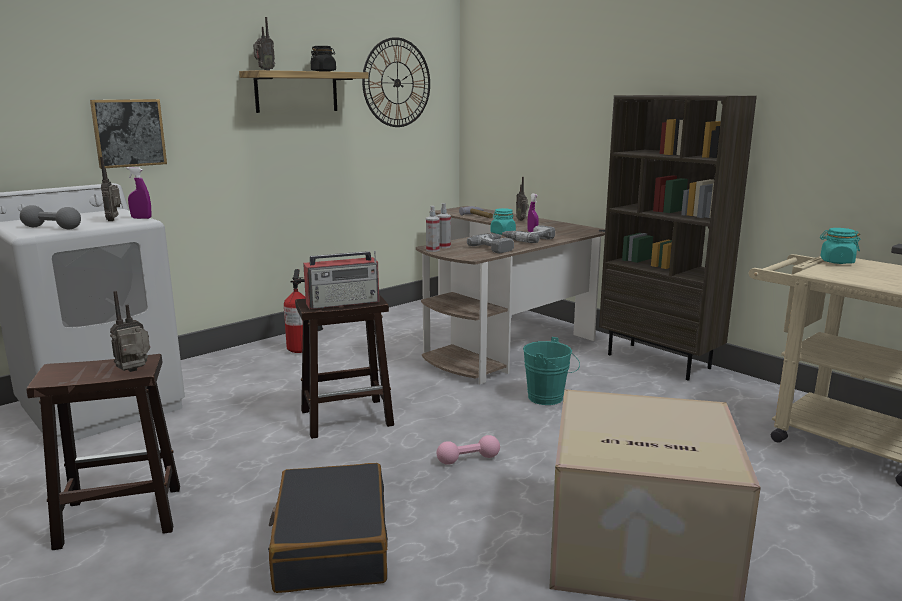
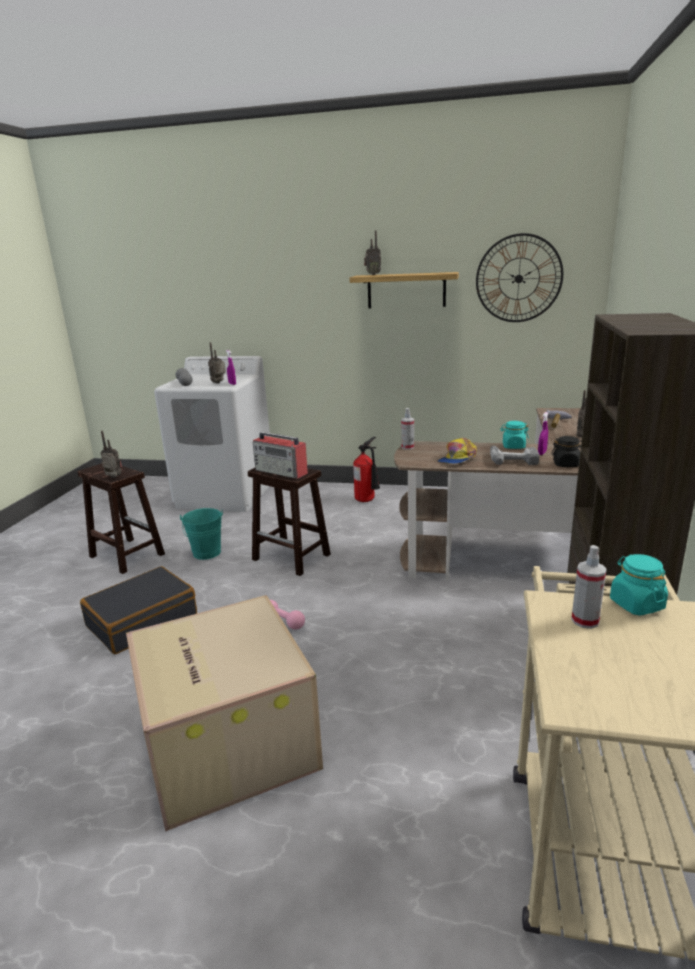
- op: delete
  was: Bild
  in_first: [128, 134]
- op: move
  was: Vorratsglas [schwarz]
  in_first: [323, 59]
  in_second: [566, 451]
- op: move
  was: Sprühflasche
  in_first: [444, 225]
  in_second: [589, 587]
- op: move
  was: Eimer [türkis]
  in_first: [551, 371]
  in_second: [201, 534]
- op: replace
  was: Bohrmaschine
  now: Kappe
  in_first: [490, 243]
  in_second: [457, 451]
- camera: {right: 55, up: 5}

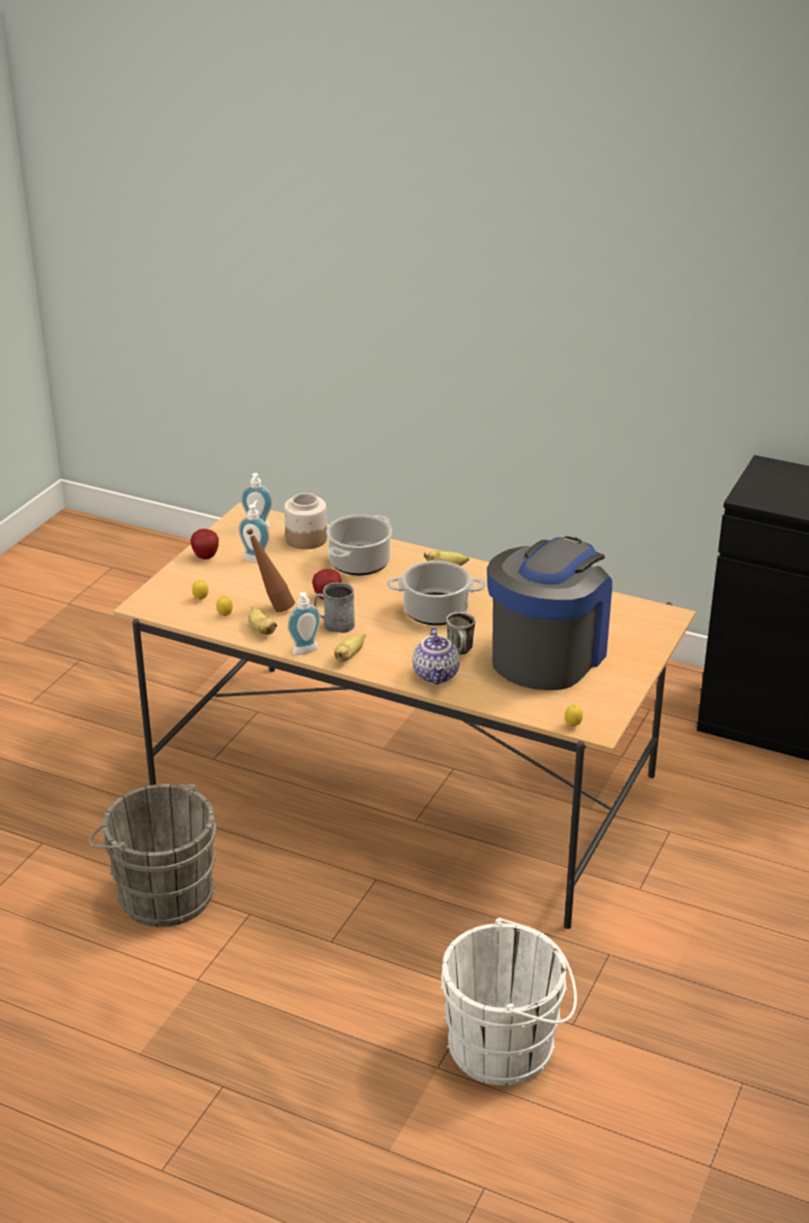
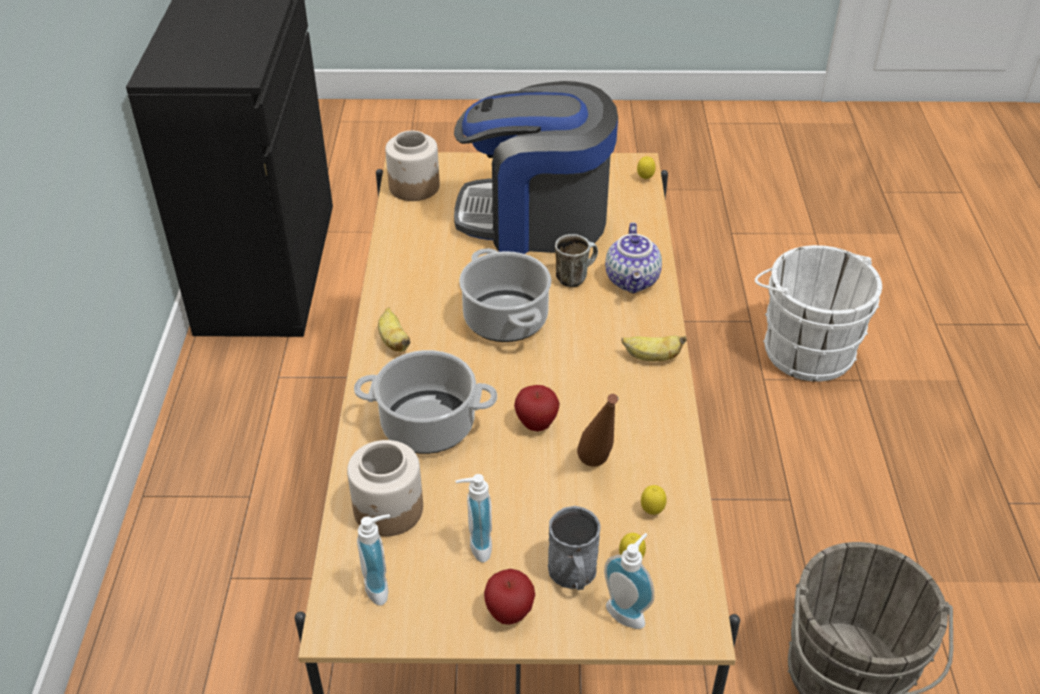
- op: delete
  was: Banane
  in_first: [262, 620]
- op: insert
  now: Vorratsglas
  in_second: [412, 166]
- op: move
  was: Seifenspender
  in_first: [304, 623]
  in_second: [629, 581]
- op: move
  was: Henkelbecher [grau]
  in_first: [334, 608]
  in_second: [574, 548]
- op: rotate
  was: Teekanne
  in_first: [436, 655]
  in_second: [633, 258]
  clockwise: 120
- camera: {right: -115, up: 10}

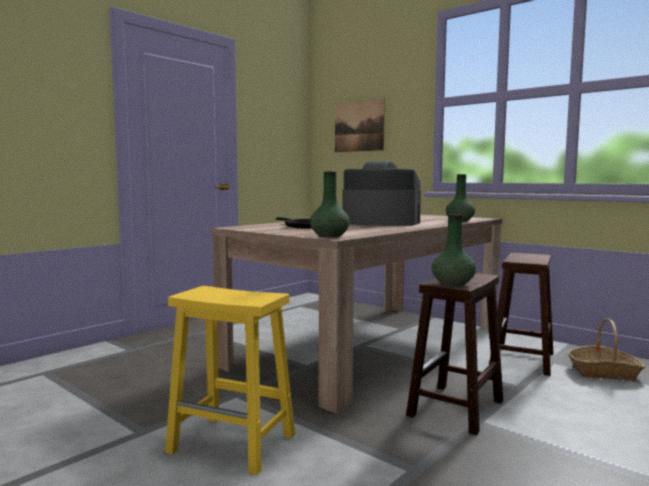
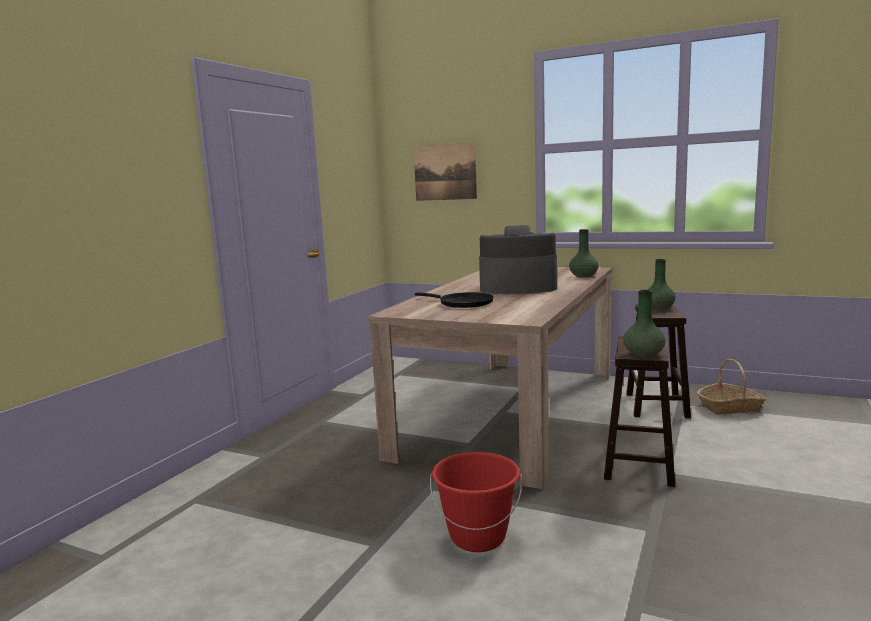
- op: move
  was: Vase [grün]
  in_first: [330, 204]
  in_second: [661, 284]
- op: replace
  was: Hocker [gelb]
  now: Eimer [rot]
  in_first: [230, 380]
  in_second: [476, 502]
- camera: {right: -15, up: 5}

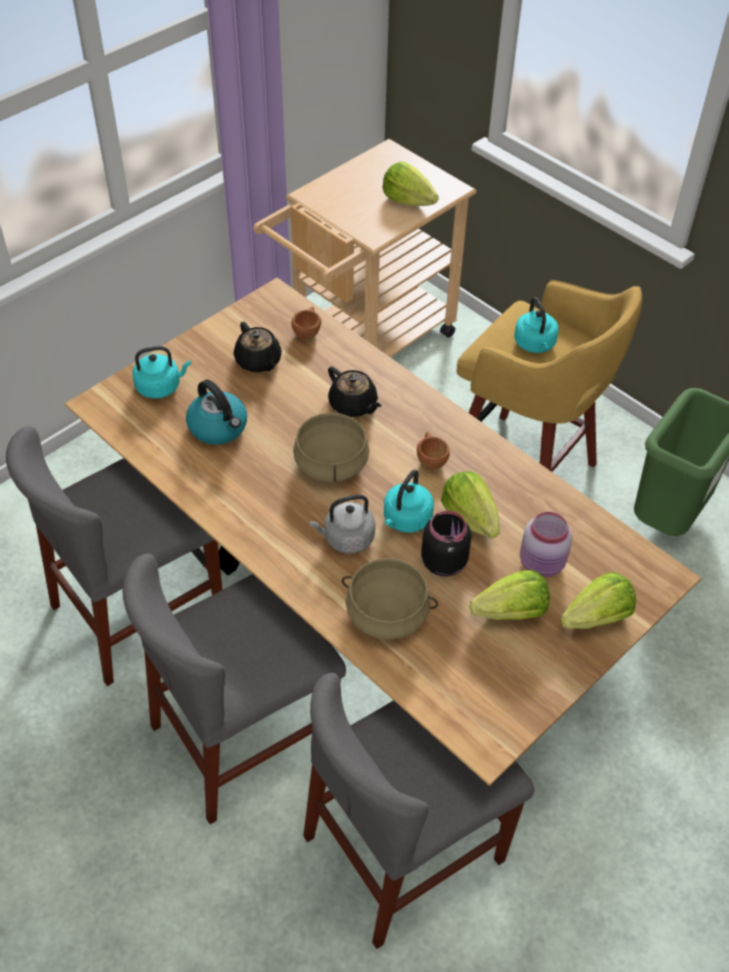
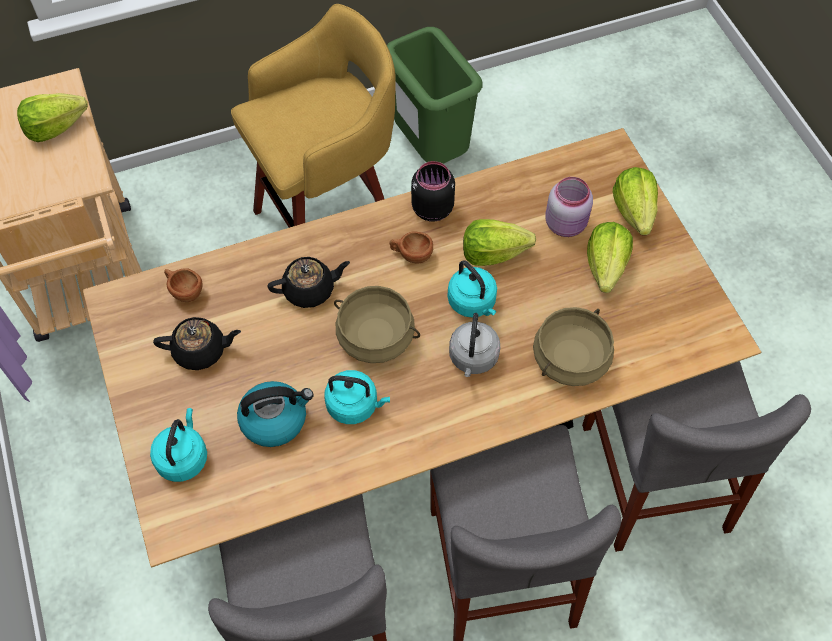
- op: move
  was: Vorratsglas [schwarz]
  in_first: [446, 544]
  in_second: [433, 191]
- op: move
  was: Wasserkessel [türkis]
  in_first: [536, 325]
  in_second: [357, 397]
- camera: {right: -65, up: 10}

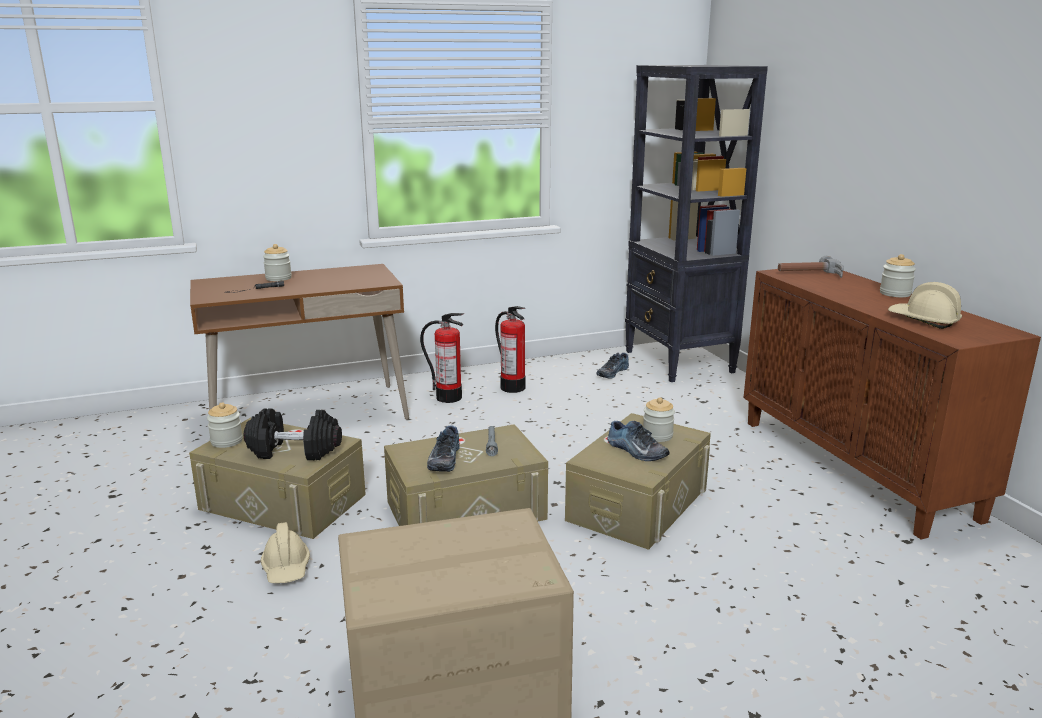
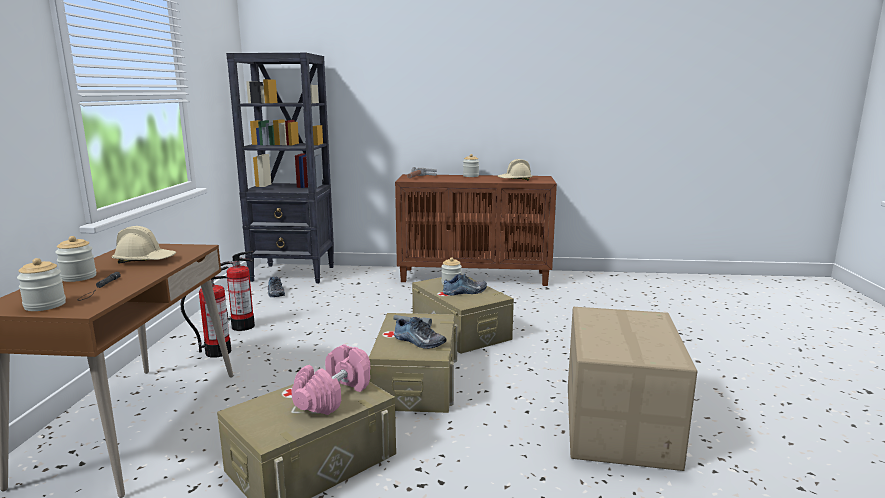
- op: move
  was: Vorratsglas
  in_first: [225, 425]
  in_second: [41, 284]
- op: move
  was: Schutzhelm [beige]
  in_first: [285, 552]
  in_second: [144, 244]
- op: recolor
  was: Hantel [schwarz]
  now: Hantel [rosa]
  in_first: [293, 434]
  in_second: [330, 379]
- camera: {right: -65, up: -5}

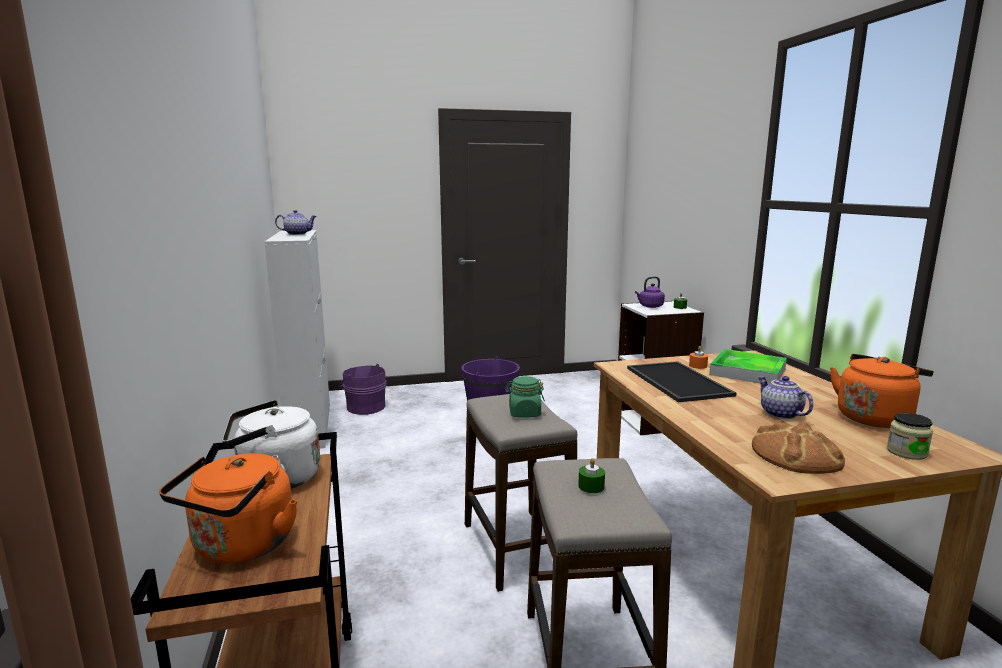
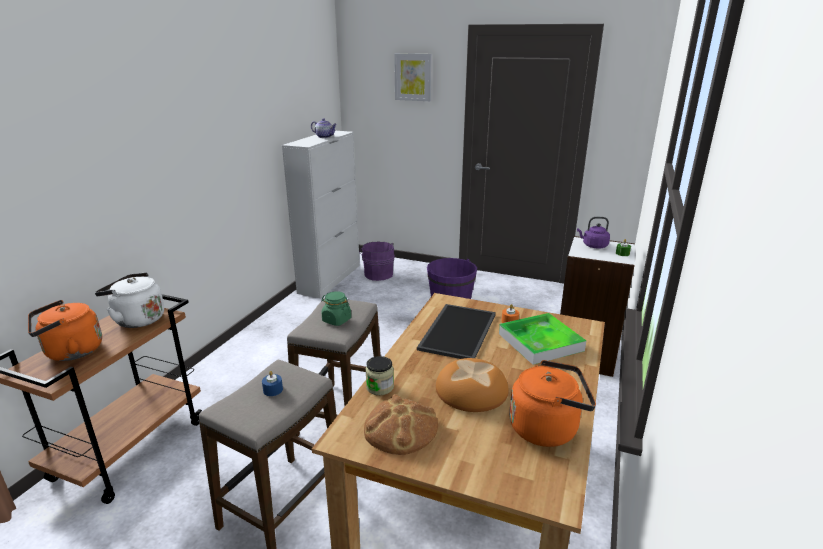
- op: insert
  now: Bild
  in_second: [413, 77]
- op: move
  was: Vorratsglas
  in_first: [910, 436]
  in_second: [379, 375]
- op: replace
  was: Teekanne
  now: Brot
  in_first: [785, 397]
  in_second: [472, 385]
- op: recolor
  was: Kerze [grün]
  now: Kerze [blau]
  in_first: [591, 475]
  in_second: [272, 383]
- camera: {right: 35, up: 10}

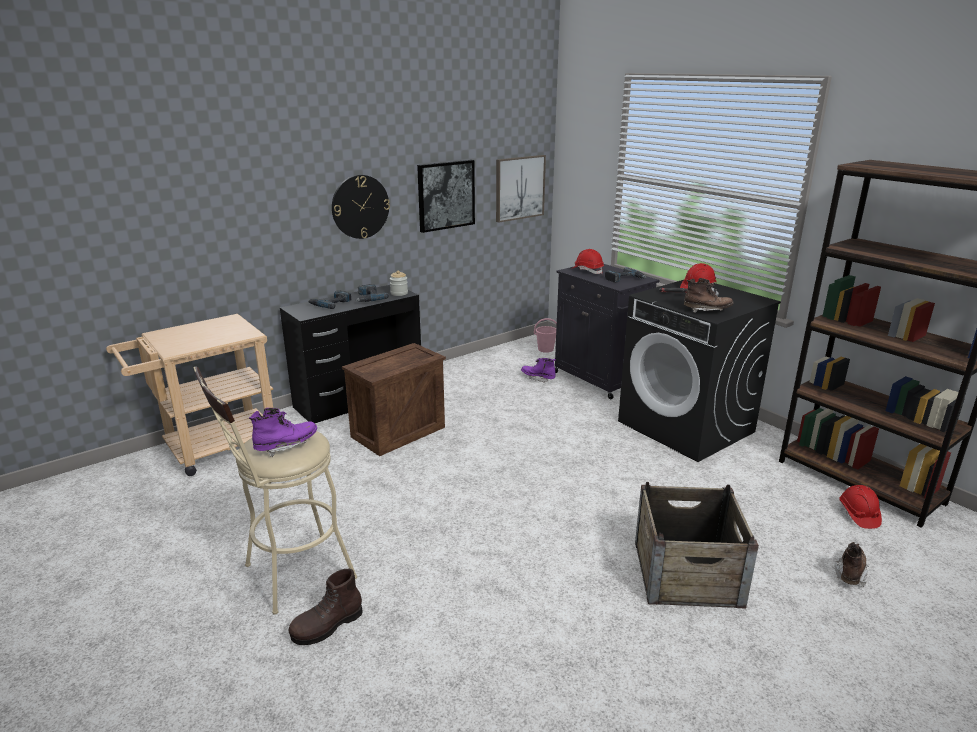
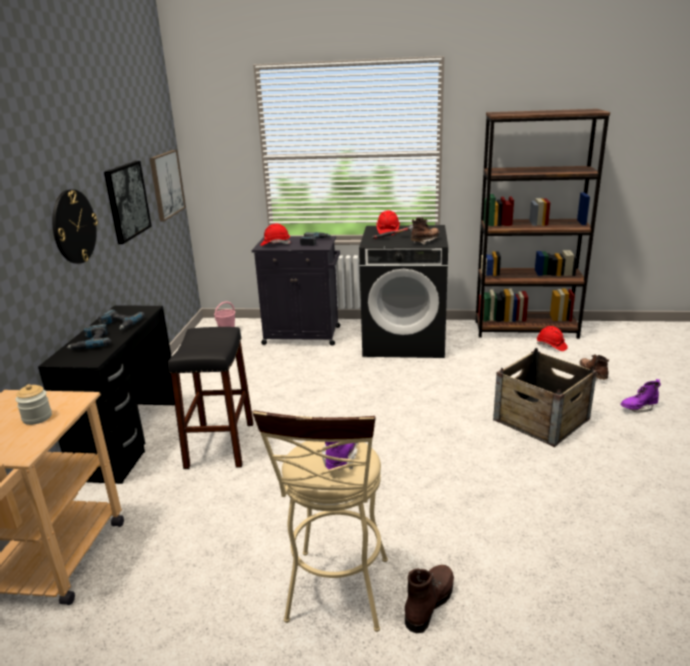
- op: move
  was: Vorratsglas
  in_first: [399, 283]
  in_second: [34, 404]
- op: move
  was: Stiefel [lila]
  in_first: [538, 370]
  in_second: [640, 396]
- op: replace
  was: Kiste
  now: Hocker [schwarz]
  in_first: [394, 399]
  in_second: [210, 398]
- op: rotate
  was: Stiefel [braun]
  in_first: [325, 607]
  in_second: [429, 599]
  clockwise: -150
- camera: {right: -45, up: 0}

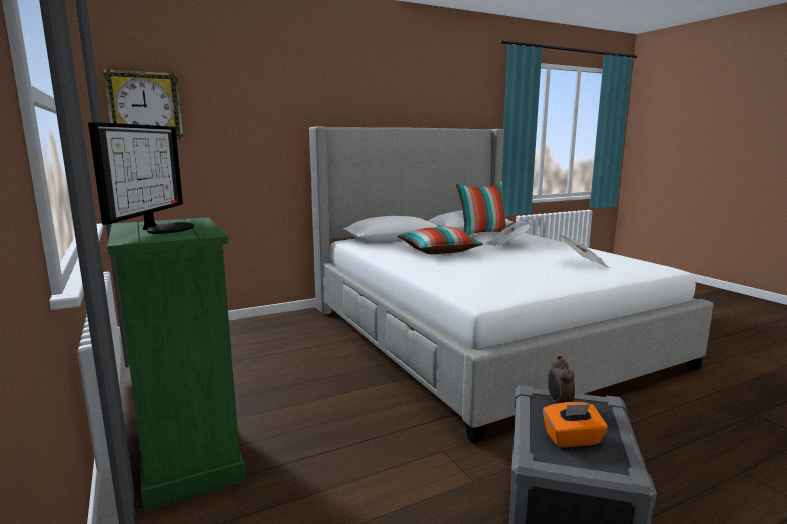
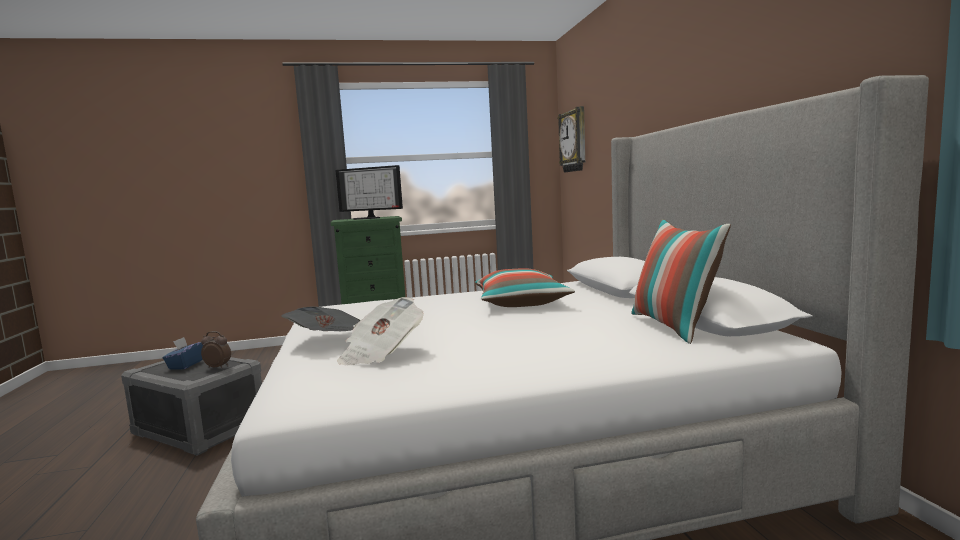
- op: move
  was: Zeitung
  in_first: [508, 233]
  in_second: [320, 318]
- op: recolor
  was: Taschentuchbox [orange]
  now: Taschentuchbox [blau]
  in_first: [575, 424]
  in_second: [183, 353]
- camera: {right: 105, up: -5}

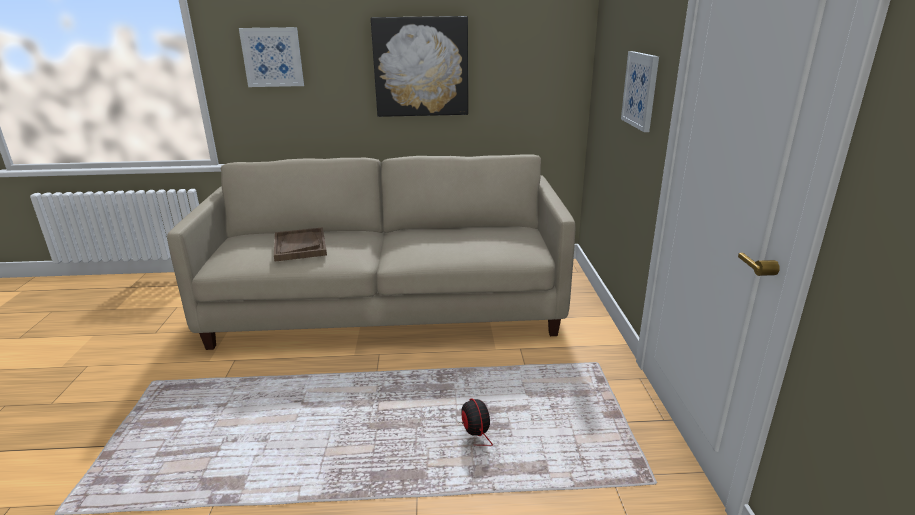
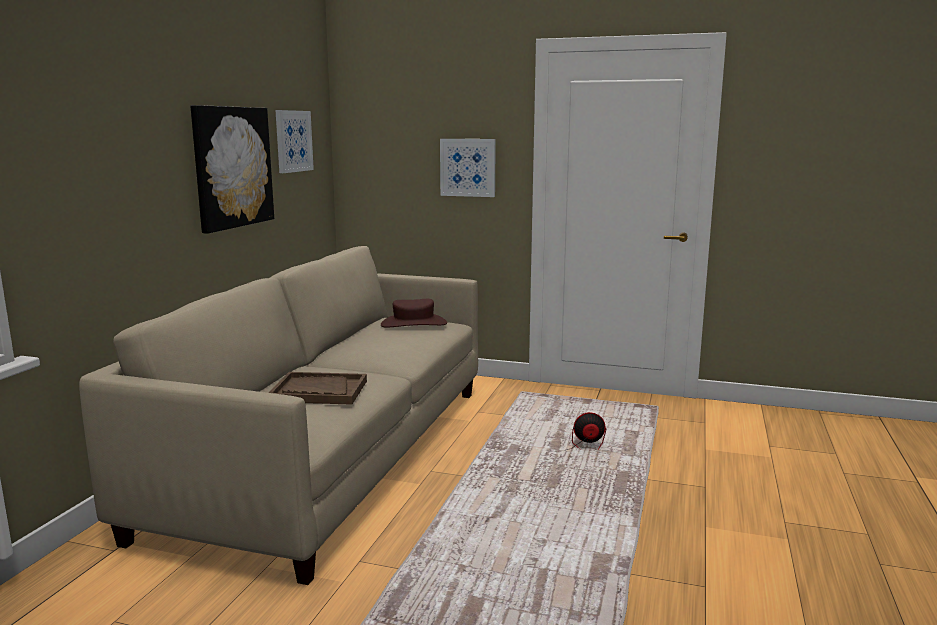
- op: insert
  now: Hut [braun]
  in_second: [414, 313]
- op: move
  was: Bild
  in_first: [271, 57]
  in_second: [294, 141]
- camera: {right: -70, up: -10}

